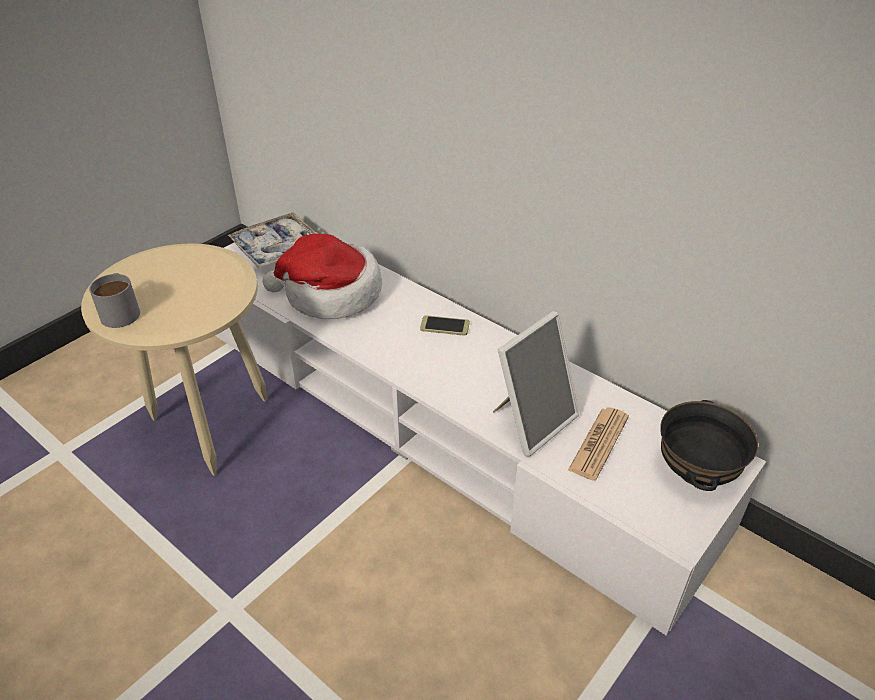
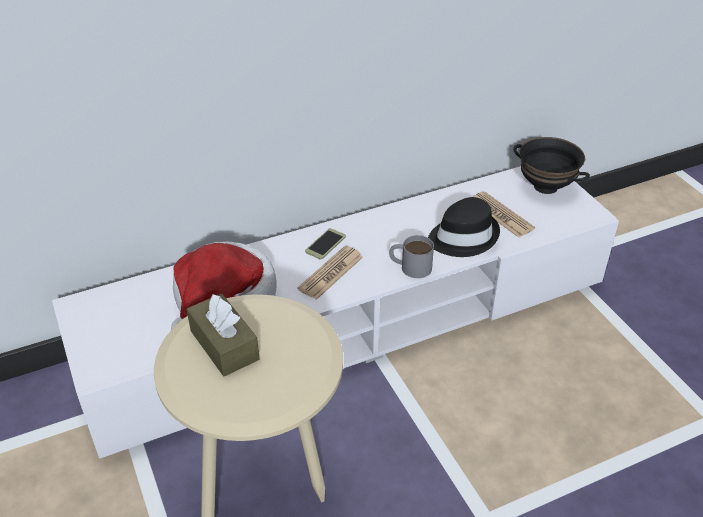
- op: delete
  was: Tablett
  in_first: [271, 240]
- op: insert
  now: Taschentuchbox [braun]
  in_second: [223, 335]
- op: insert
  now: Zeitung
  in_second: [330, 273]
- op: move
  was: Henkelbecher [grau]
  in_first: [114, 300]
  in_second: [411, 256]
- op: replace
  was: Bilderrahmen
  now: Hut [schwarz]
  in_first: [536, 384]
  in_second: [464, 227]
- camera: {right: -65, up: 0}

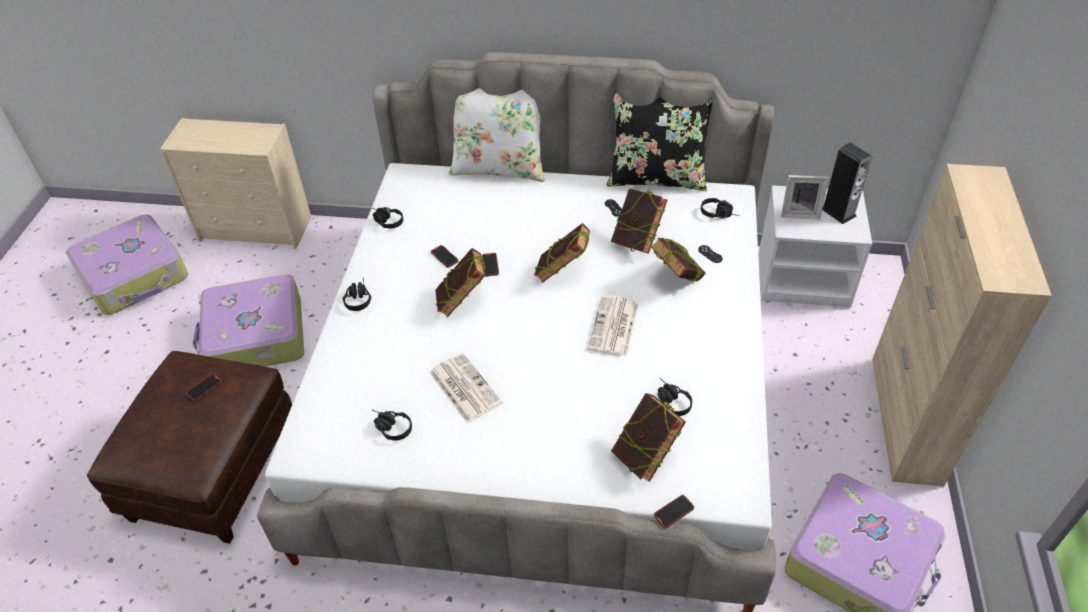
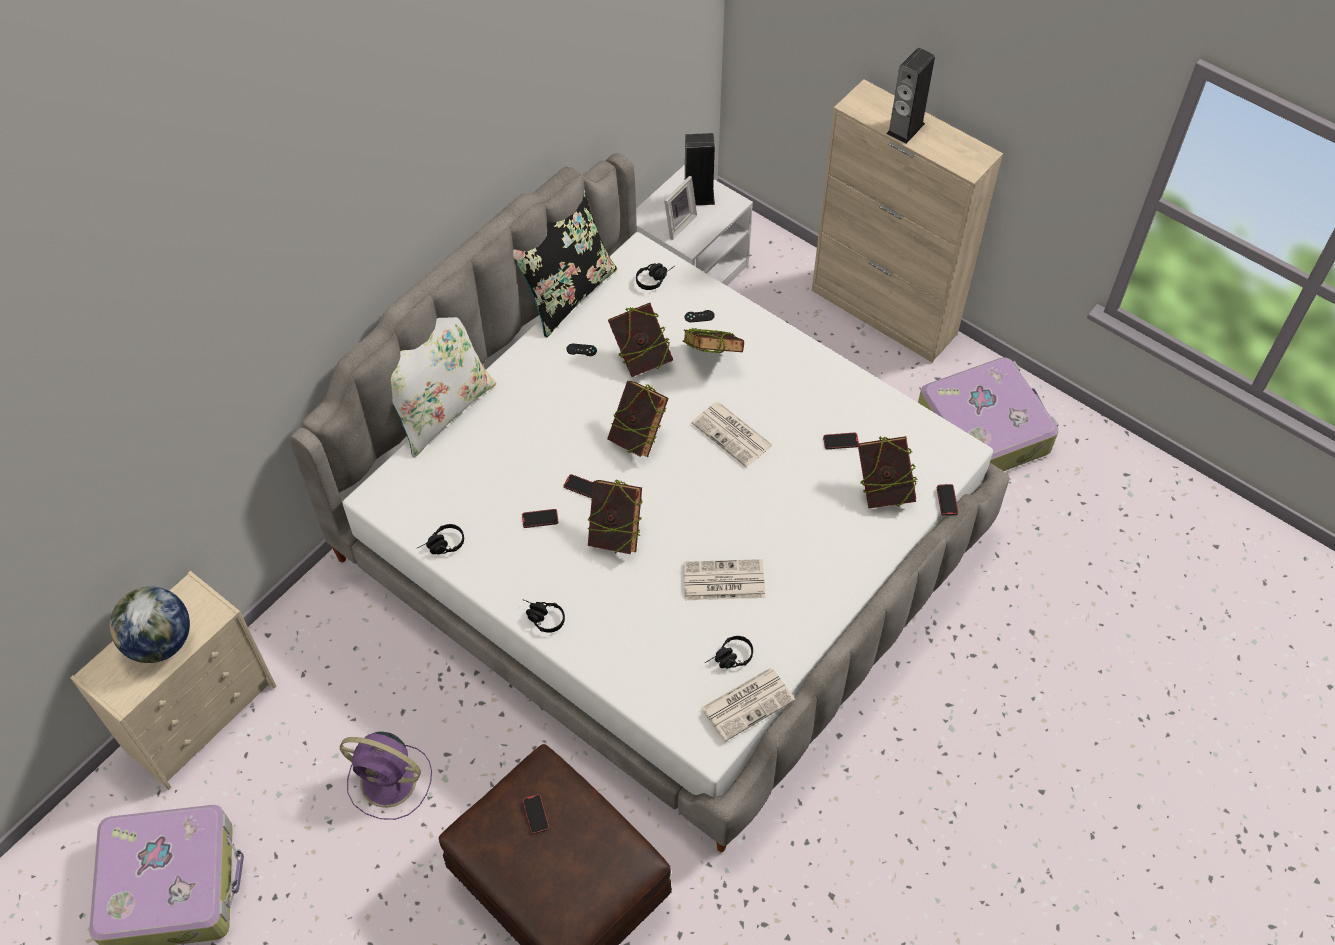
- op: insert
  now: Globus
  in_second: [150, 625]
- op: insert
  now: Zeitung
  in_second: [748, 705]
- op: insert
  now: Lautsprecher
  in_second: [910, 96]
- op: replace
  was: Koffer
  now: Ventilator [lila]
  in_first: [248, 320]
  in_second: [386, 775]
- op: replace
  was: Kopfhörer [schwarz]
  now: Handy
  in_first: [675, 397]
  in_second: [841, 441]
- camera: {right: -60, up: 10}

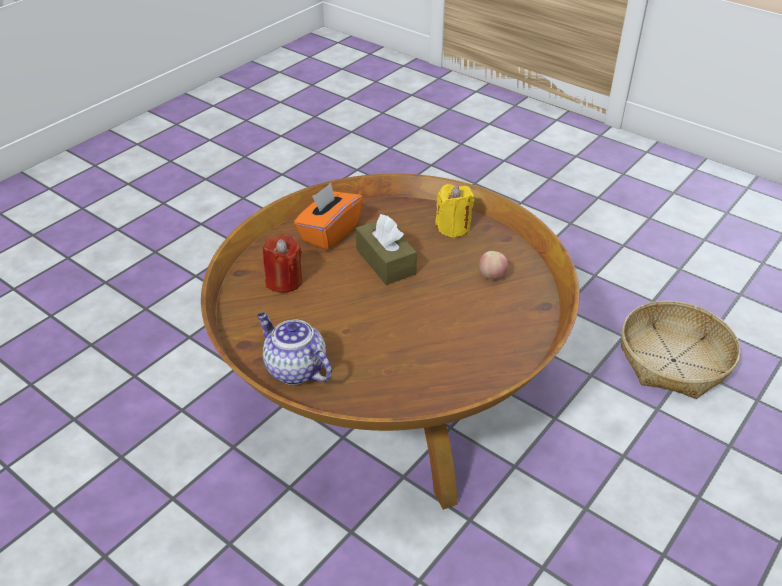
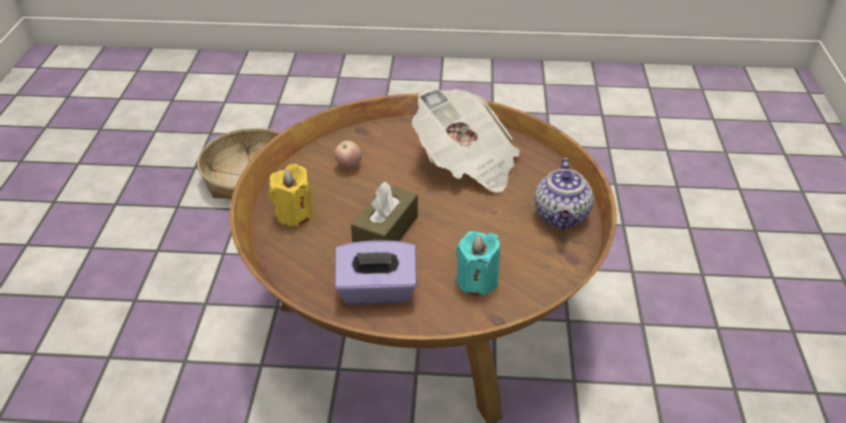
- op: insert
  now: Zeitung
  in_second: [466, 140]
- op: recolor
  was: Kerze [rot]
  now: Kerze [türkis]
  in_first: [282, 263]
  in_second: [478, 263]
- op: recolor
  was: Taschentuchbox [orange]
  now: Taschentuchbox [lila]
  in_first: [328, 217]
  in_second: [376, 272]
- camera: {right: -125, up: 0}

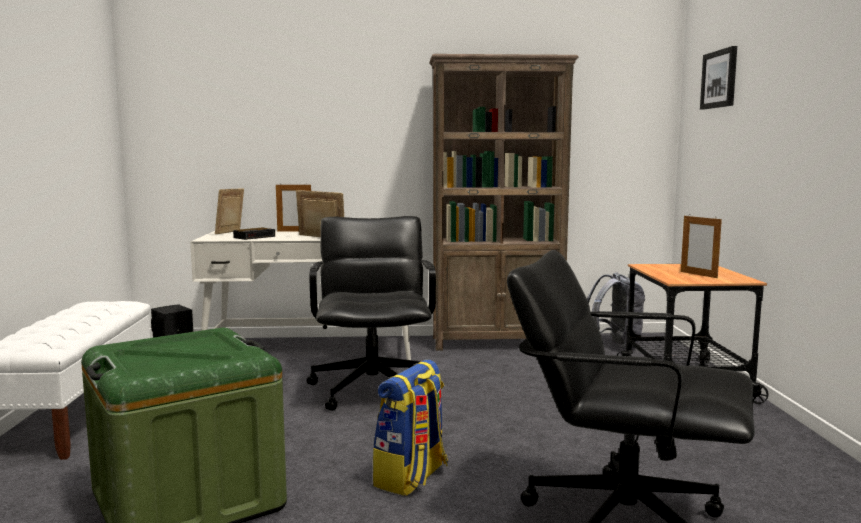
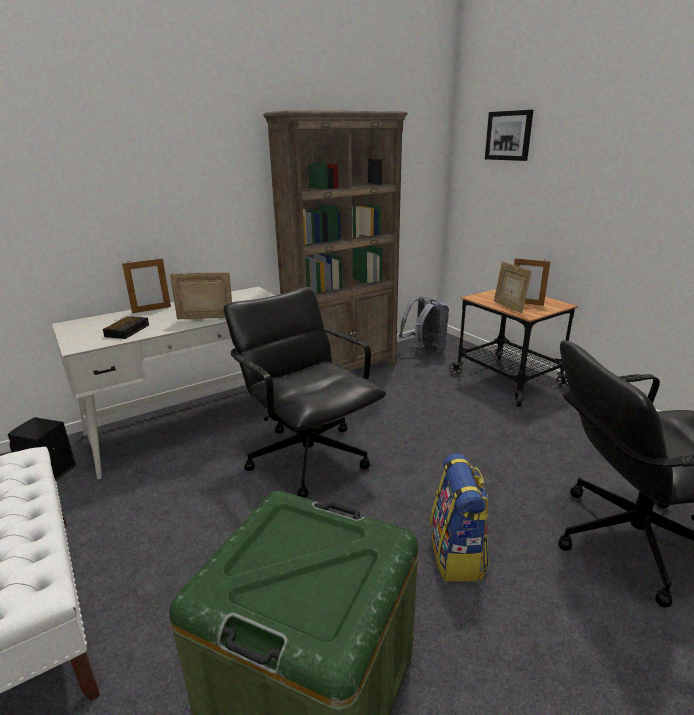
- op: move
  was: Bilderrahmen
  in_first: [229, 211]
  in_second: [513, 287]
- camera: {right: -30, up: 15}

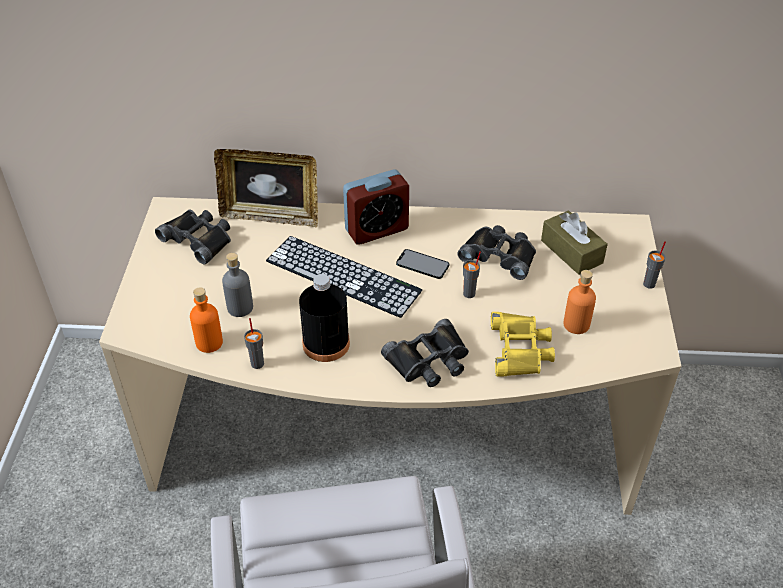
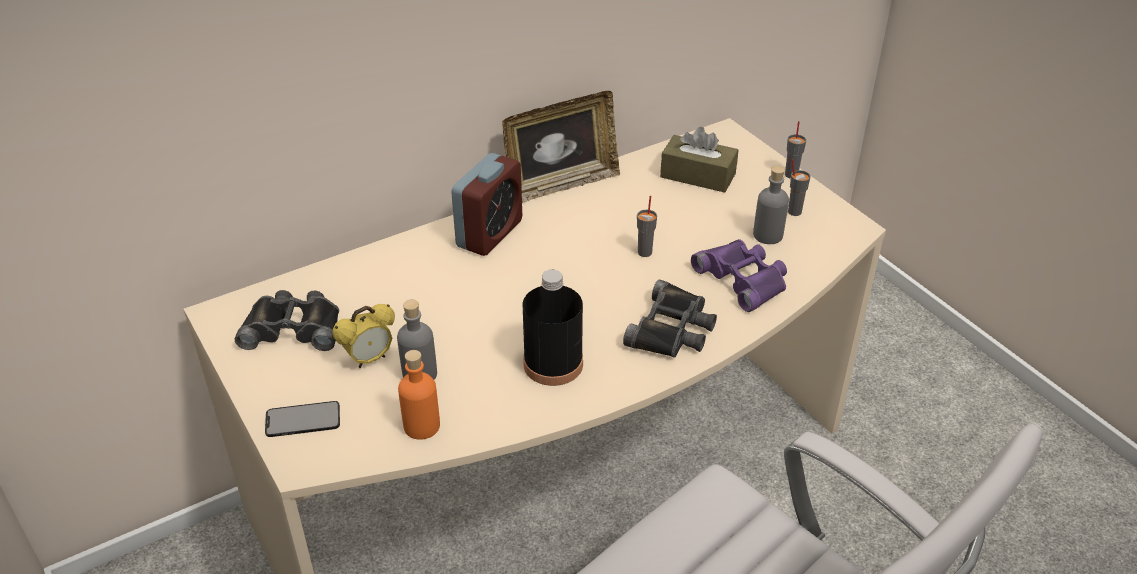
- op: delete
  was: Tastatur
  in_first: [344, 277]
- op: delete
  was: Fernglas [schwarz]
  in_first: [496, 252]
- op: insert
  now: Wecker
  in_second: [364, 336]
- op: move
  was: Bilderrahmen
  in_first: [266, 188]
  in_second: [561, 147]
- op: move
  was: Tasse [grau]
  in_first: [254, 343]
  in_second: [799, 187]
- op: move
  was: Handy
  in_first: [422, 264]
  in_second: [302, 419]
- op: recolor
  was: Fernglas [gelb]
  now: Fernglas [lila]
  in_first: [523, 344]
  in_second: [739, 275]
- op: recolor
  was: Flasche [orange]
  now: Flasche [grau]
  in_first: [579, 302]
  in_second: [771, 205]
- camera: {right: -35, up: -5}

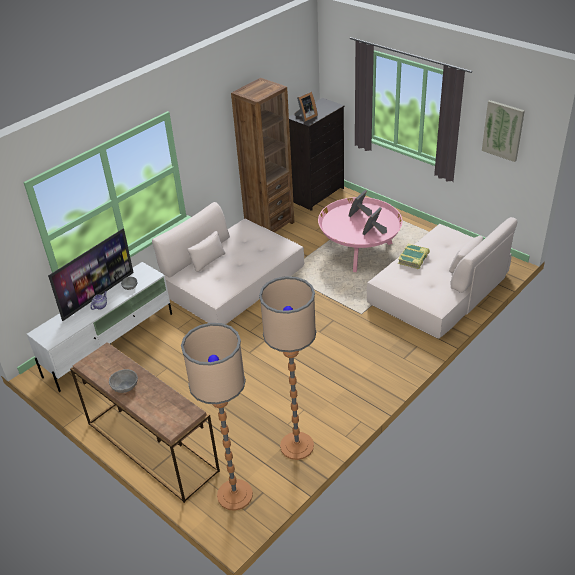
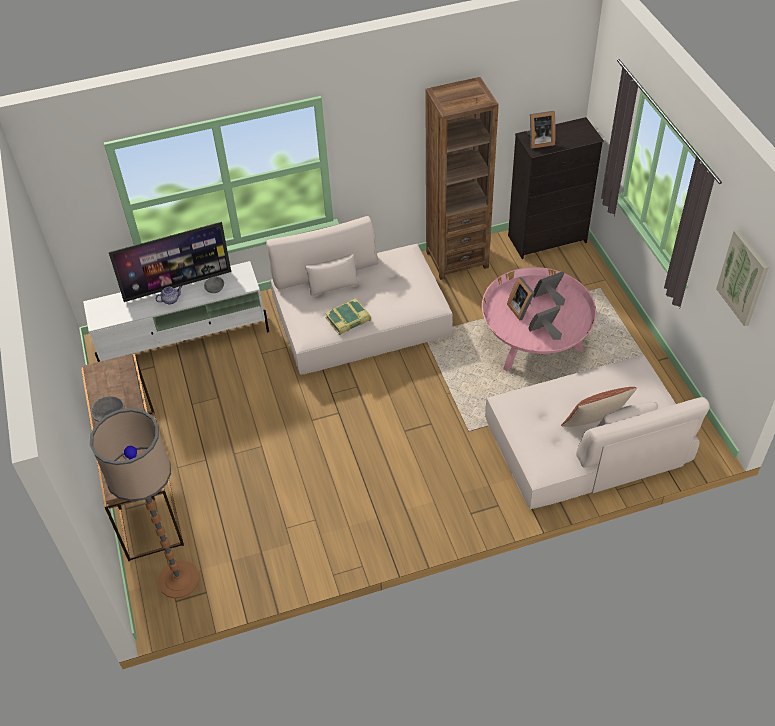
- op: delete
  was: Stehlampe
  in_first: [287, 368]
- op: insert
  now: Bilderrahmen
  in_second: [520, 299]
- op: insert
  now: Kissen
  in_second: [599, 407]
- op: move
  was: Buch
  in_first: [414, 256]
  in_second: [348, 316]
- camera: {right: 30, up: 10}

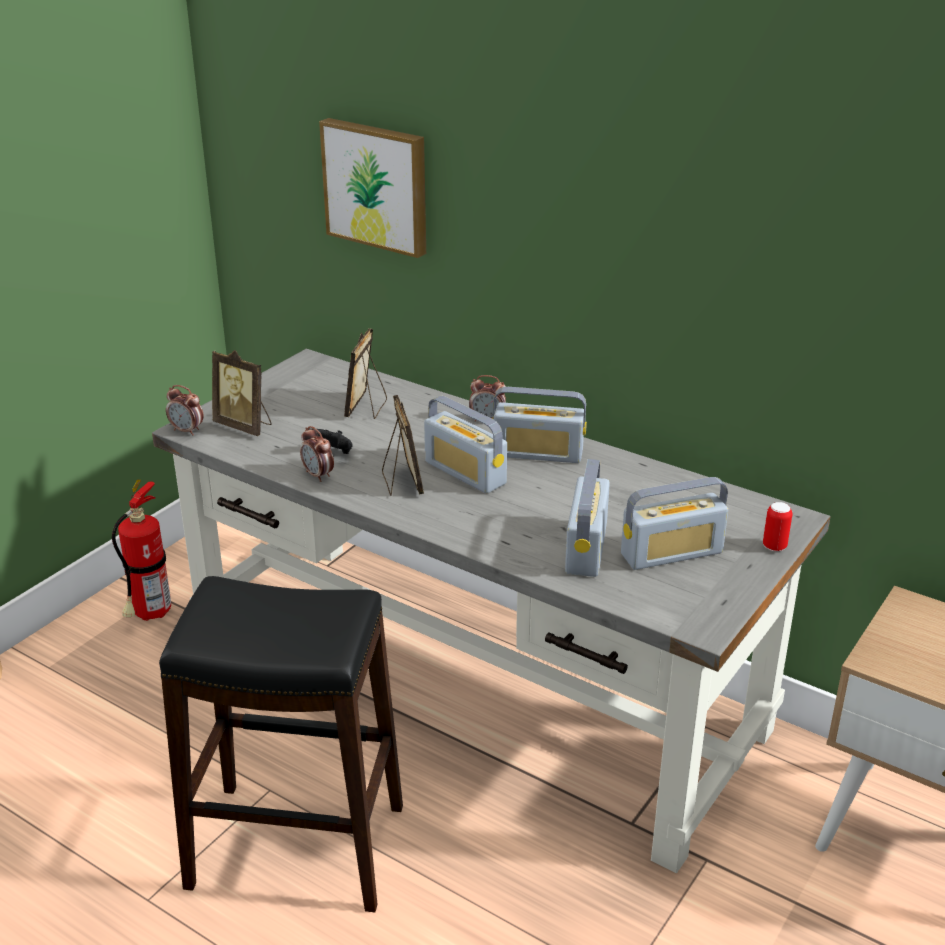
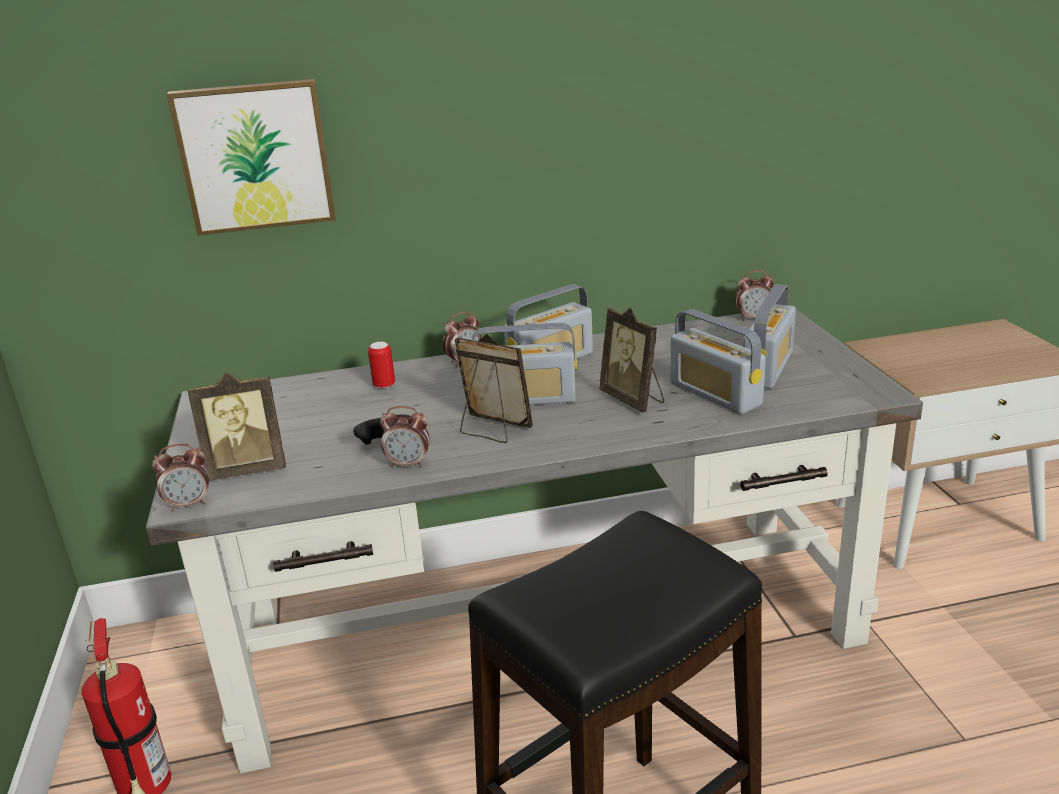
- op: insert
  now: Wecker
  in_second: [754, 295]
- op: move
  was: Bilderrahmen
  in_first: [365, 373]
  in_second: [631, 360]
- op: move
  was: Dose
  in_first: [777, 526]
  in_second: [381, 365]
- camera: {right: -45, up: -5}

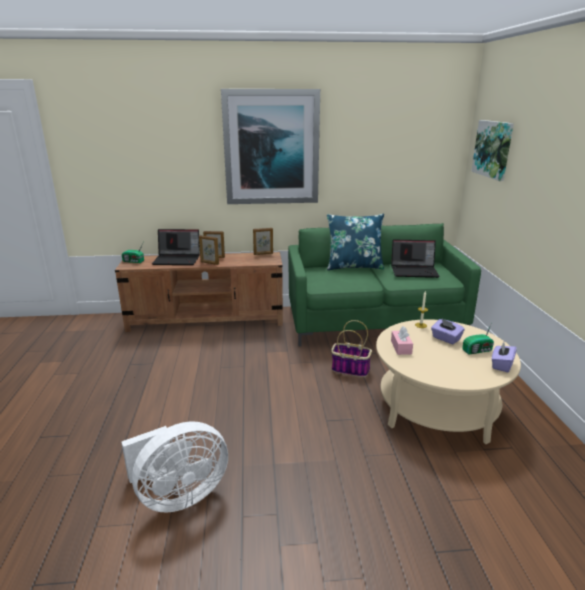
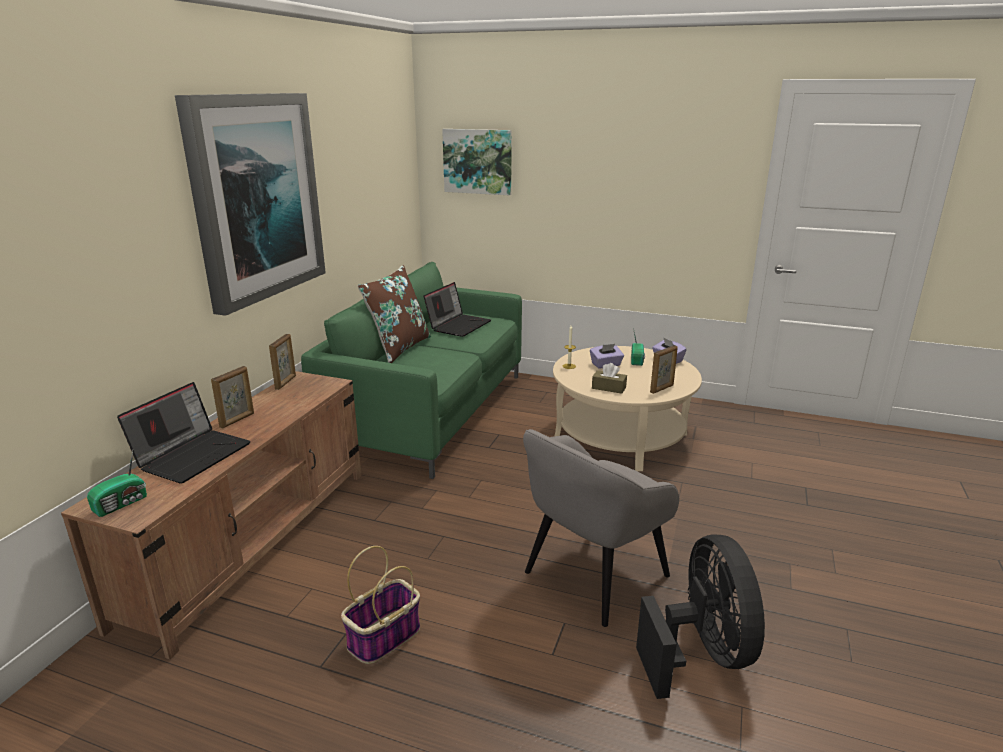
- op: insert
  now: Sessel [grau]
  in_second: [601, 528]
- op: move
  was: Bilderrahmen
  in_first: [209, 250]
  in_second: [664, 369]
- op: move
  was: Korb
  in_first: [351, 348]
  in_second: [380, 605]
- op: recolor
  was: Ventilator [weiß]
  now: Ventilator [schwarz]
  in_first: [174, 467]
  in_second: [700, 616]
- op: recolor
  was: Kissen [blau]
  now: Kissen [braun]
  in_first: [355, 242]
  in_second: [394, 314]
- op: recolor
  was: Taschentuchbox [rosa]
  now: Taschentuchbox [braun]
  in_first: [402, 340]
  in_second: [609, 378]
- camera: {right: -65, up: 0}

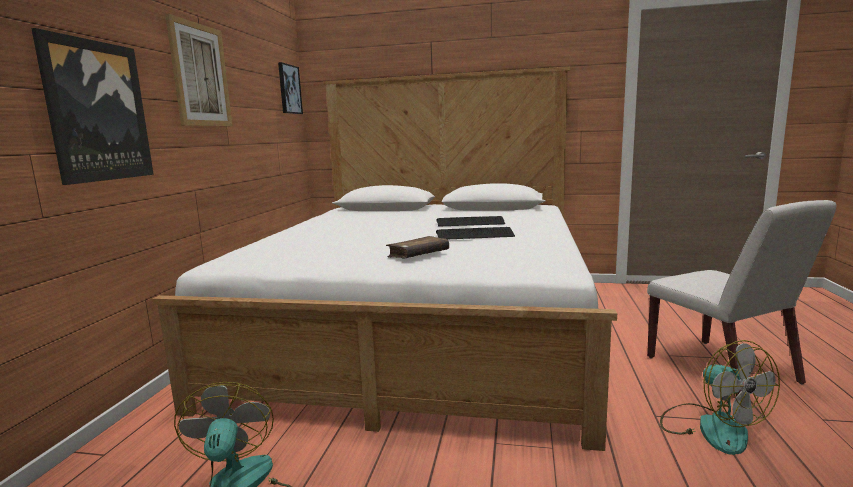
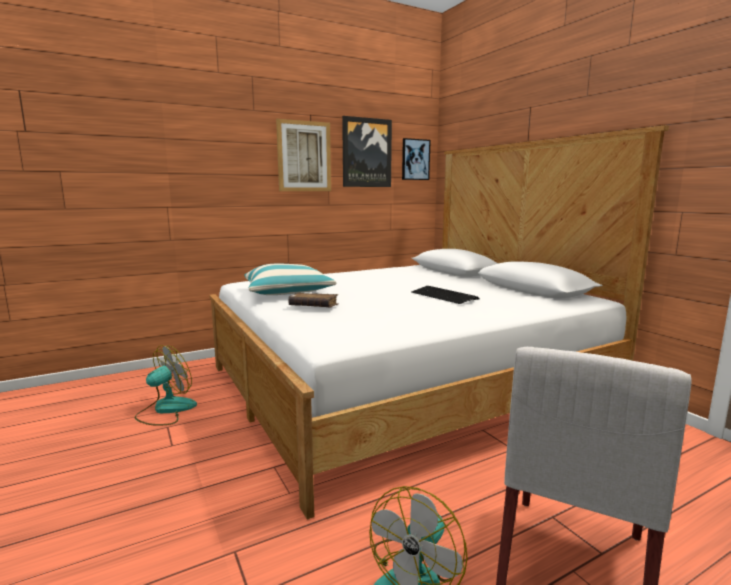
- op: delete
  was: Tastatur
  in_first: [475, 233]
- op: insert
  now: Kissen
  in_second: [290, 279]
- op: move
  was: Bild
  in_first: [92, 106]
  in_second: [367, 151]
- camera: {right: 50, up: 0}

